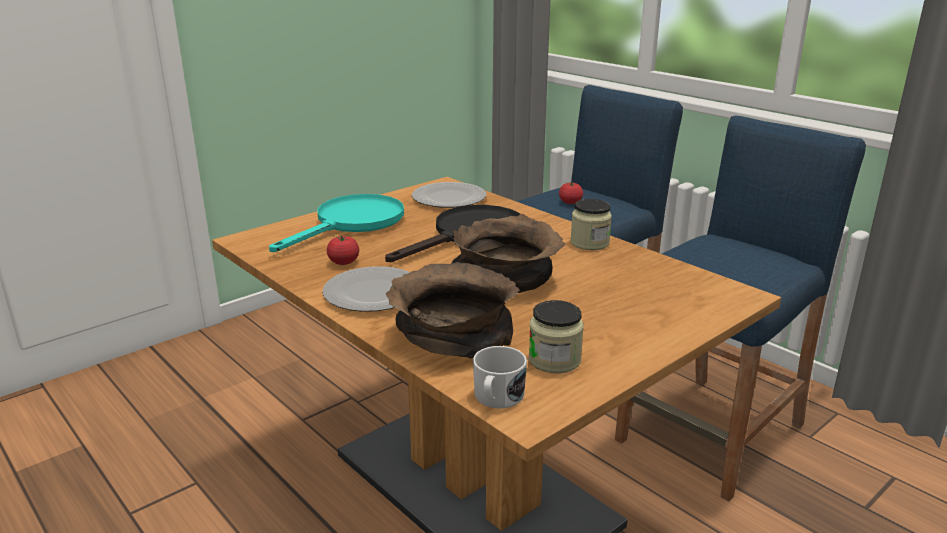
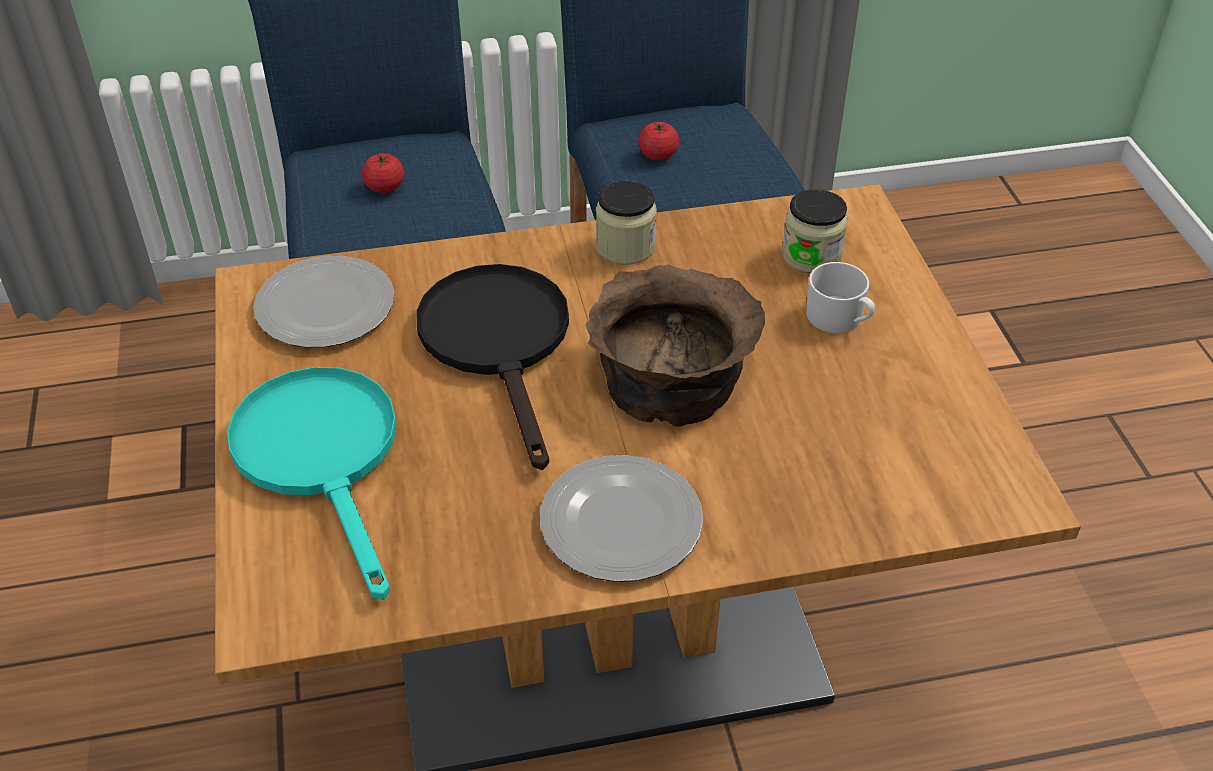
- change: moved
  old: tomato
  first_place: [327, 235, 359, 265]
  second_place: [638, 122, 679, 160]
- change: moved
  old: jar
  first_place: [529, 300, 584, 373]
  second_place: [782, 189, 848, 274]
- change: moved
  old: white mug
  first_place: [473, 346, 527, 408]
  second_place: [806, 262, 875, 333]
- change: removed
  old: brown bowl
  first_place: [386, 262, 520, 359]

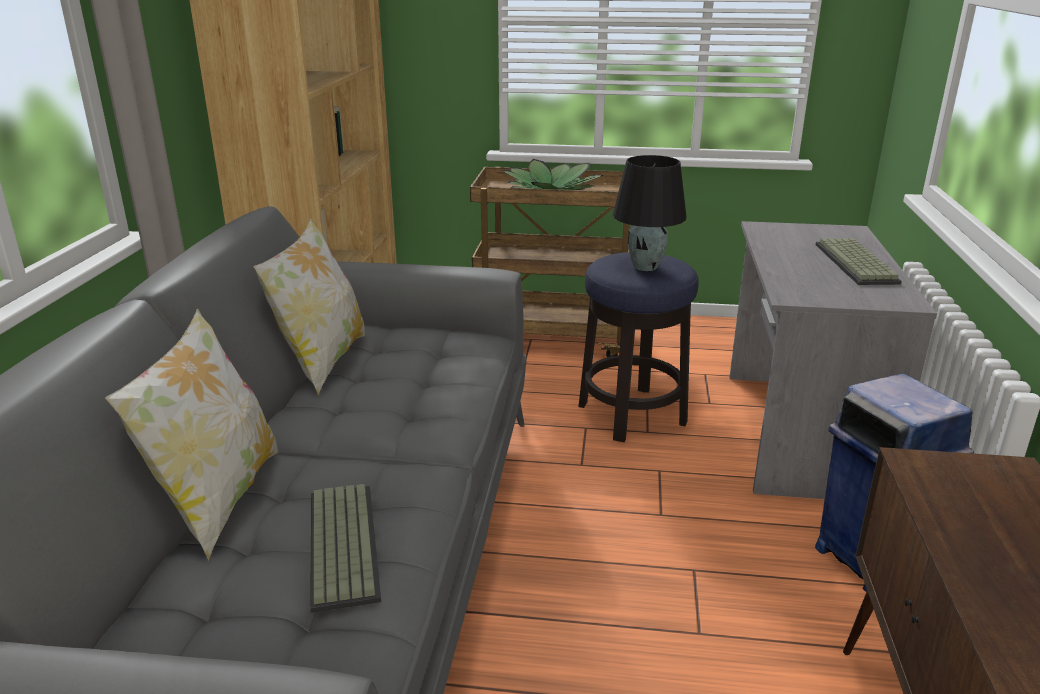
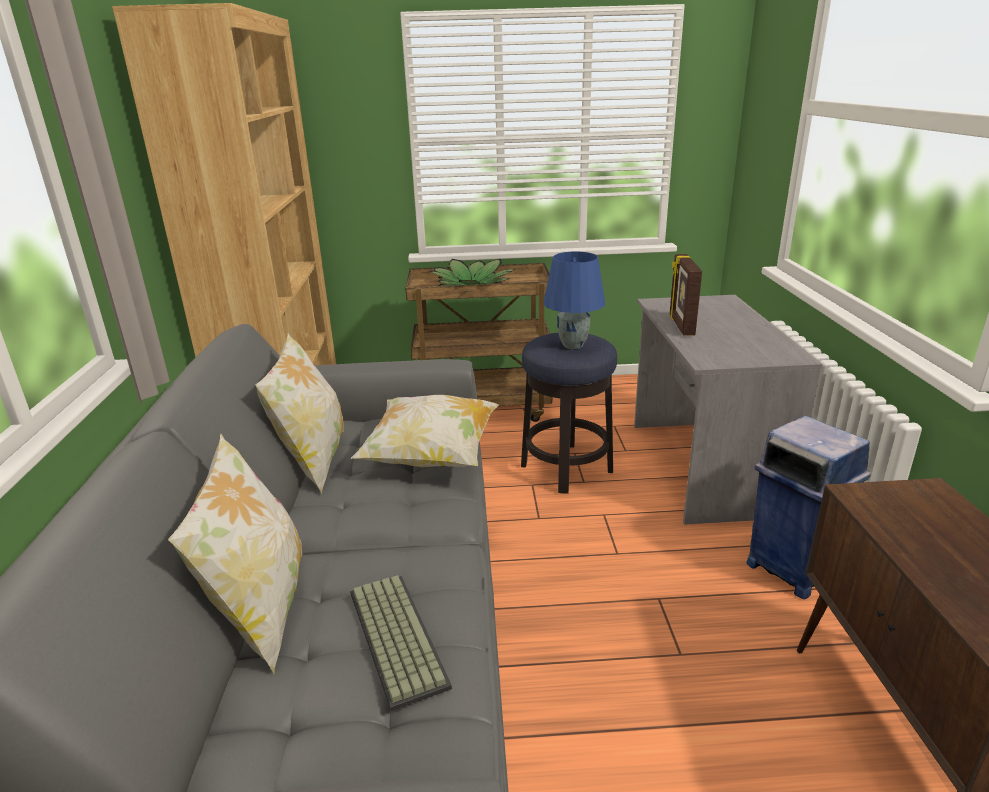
- change: added
  new: pillow
  second_place: [350, 395, 499, 467]
- change: recoloured
  old: black table lamp
  new: blue table lamp
  first_place: [613, 155, 686, 271]
  second_place: [544, 252, 605, 349]
- change: added
  new: picture frame
  second_place: [670, 254, 702, 336]
- change: removed
  old: keyboard
  first_place: [815, 238, 902, 285]

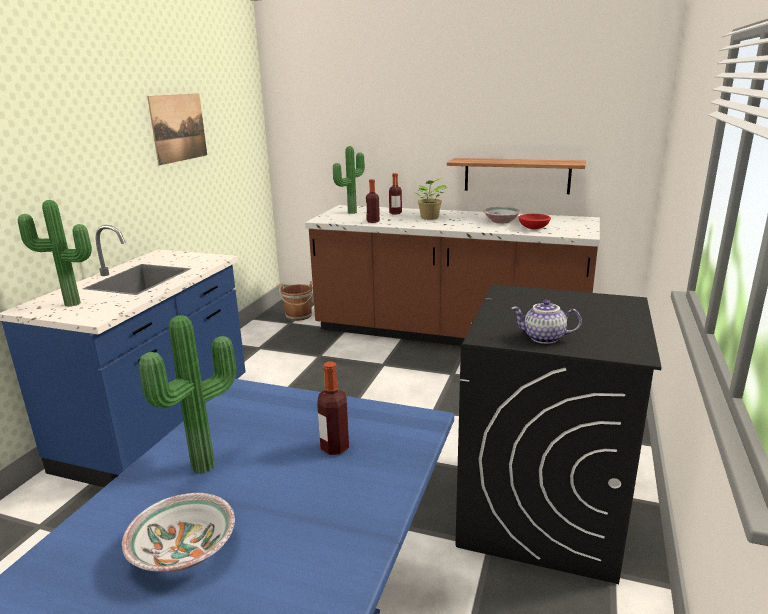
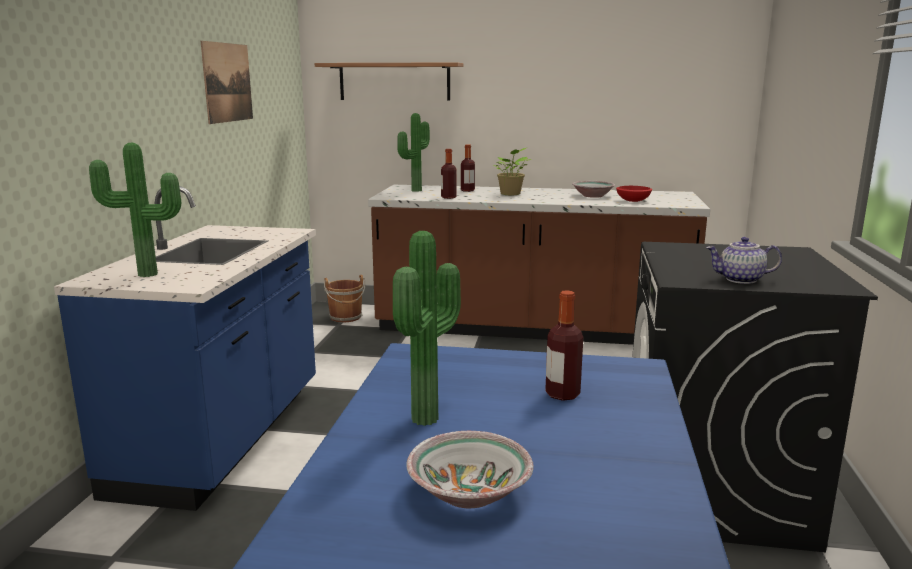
- change: moved
  old: shelf
  first_place: [447, 158, 586, 194]
  second_place: [314, 62, 464, 101]

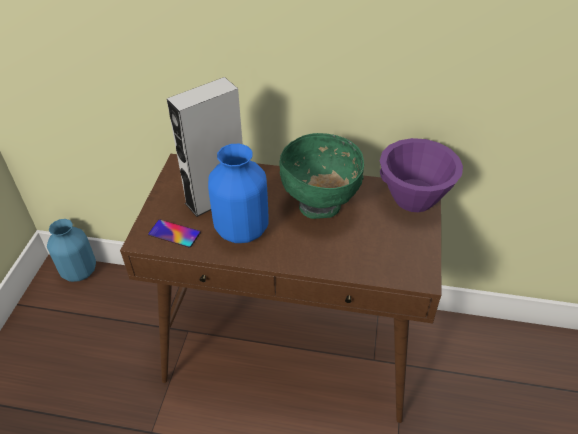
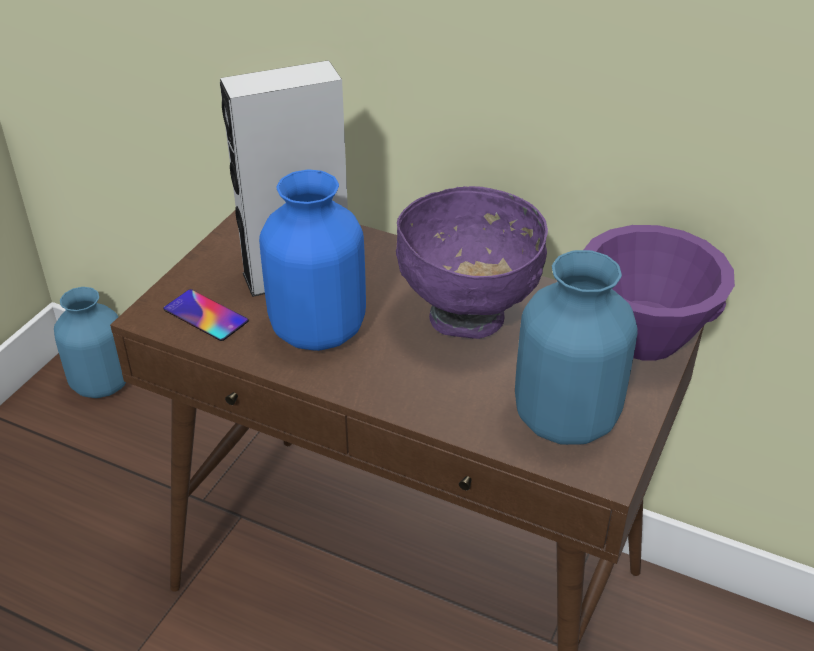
- change: recoloured
  old: green bowl
  new: purple bowl
  first_place: [279, 133, 364, 219]
  second_place: [396, 186, 548, 339]
- change: added
  new: blue vase
  second_place: [515, 250, 638, 445]

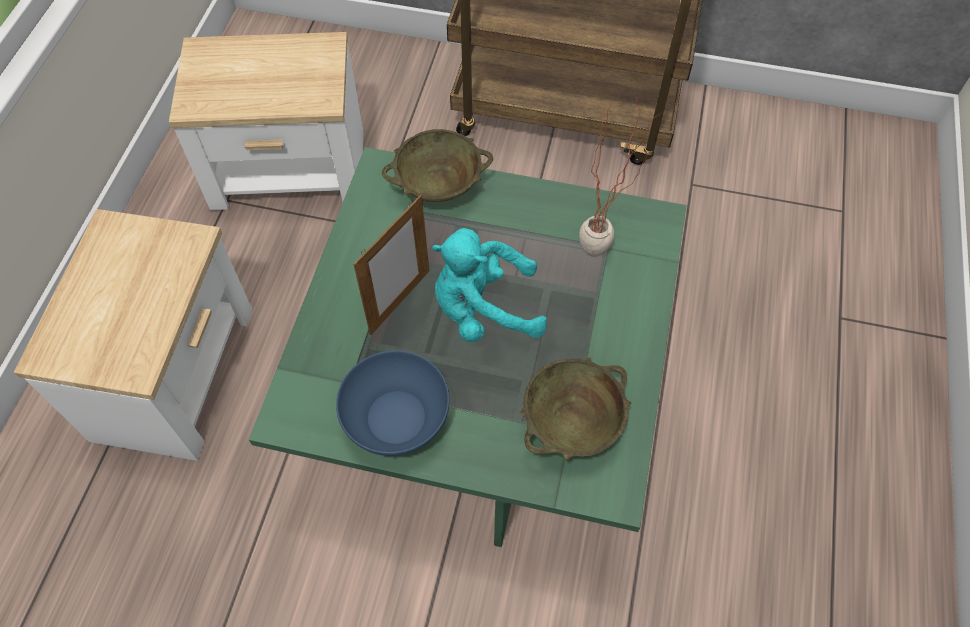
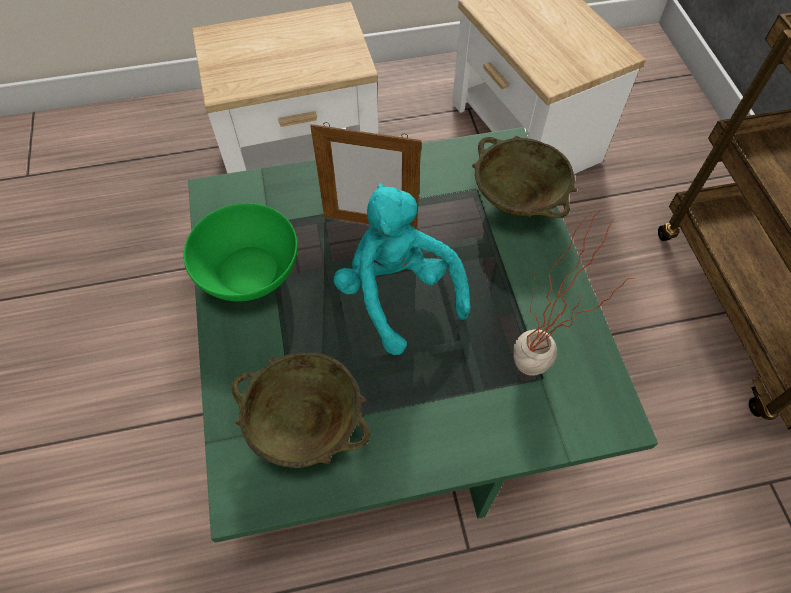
- change: recoloured
  old: blue bowl
  new: green bowl
  first_place: [336, 350, 450, 456]
  second_place: [183, 203, 298, 301]

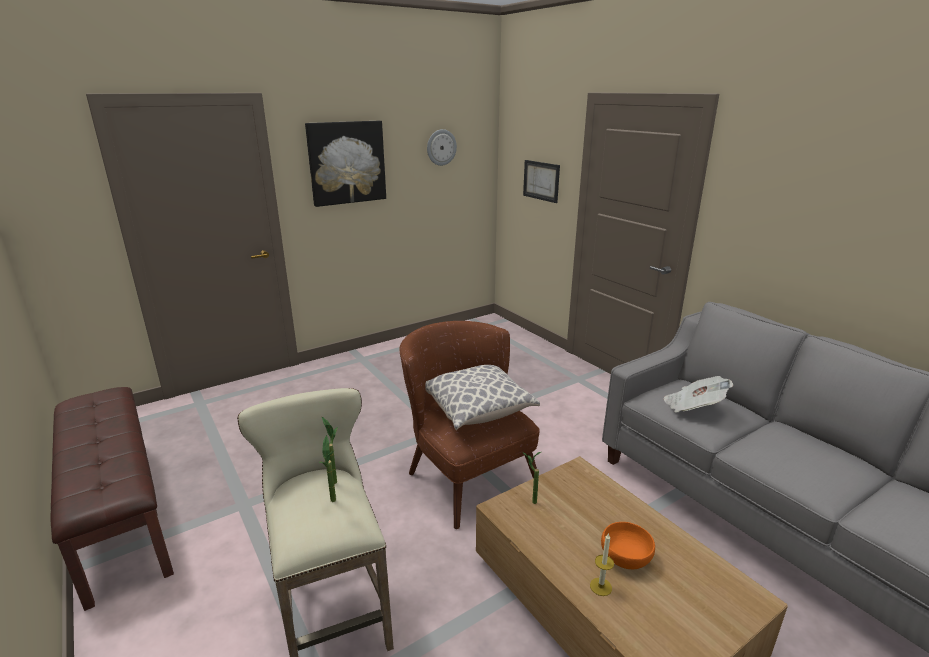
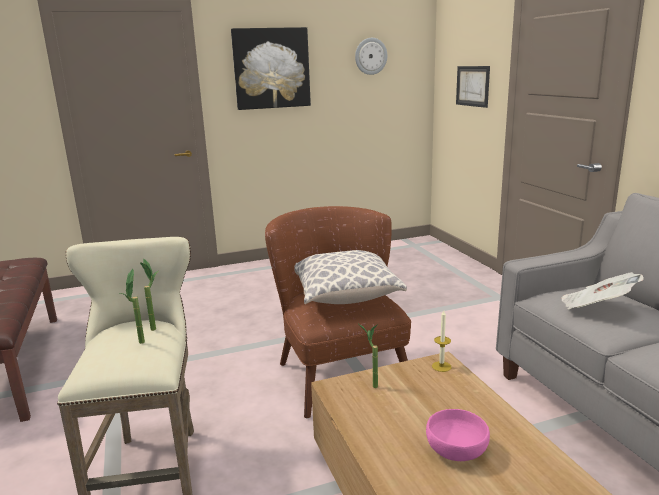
- change: recoloured
  old: orange bowl
  new: pink bowl
  first_place: [601, 522, 655, 569]
  second_place: [426, 409, 490, 461]
- change: moved
  old: candle
  first_place: [590, 533, 614, 596]
  second_place: [432, 310, 452, 372]

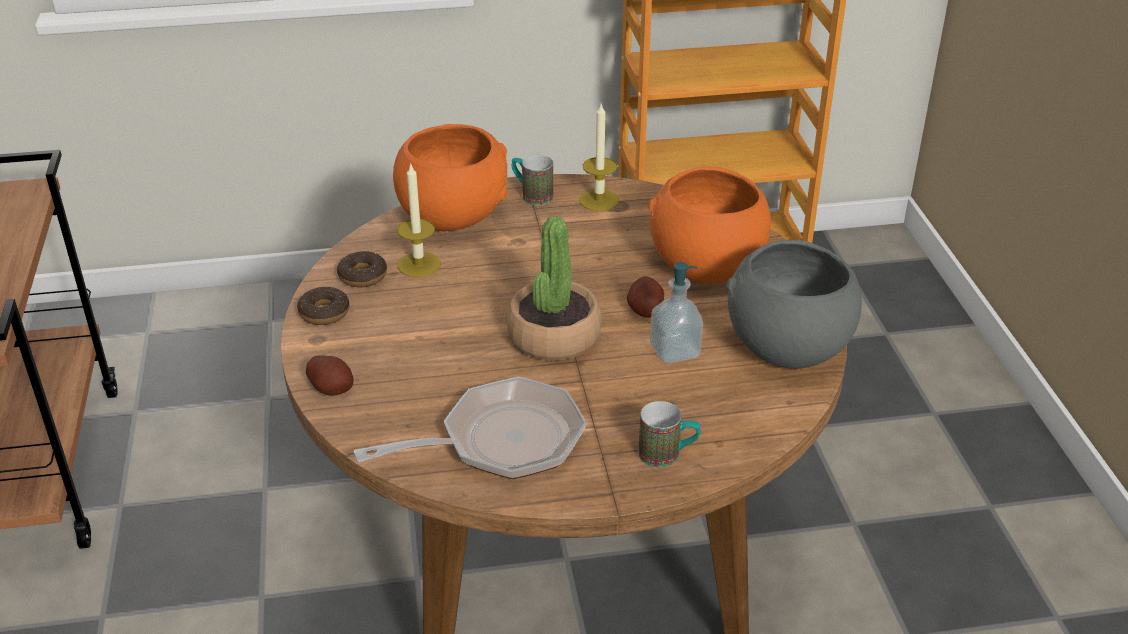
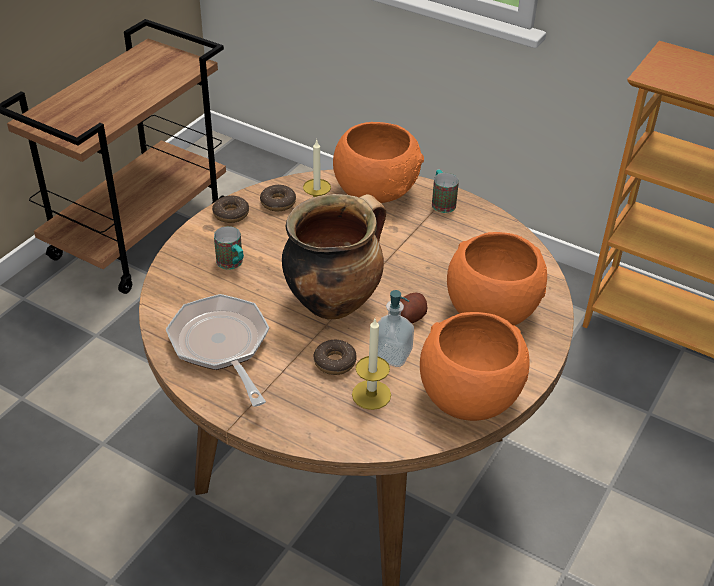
- change: turned
  old: frying pan
  first_place: [353, 376, 587, 479]
  second_place: [166, 294, 269, 407]
  degrees: -135
- change: moved
  old: mug
  first_place: [639, 401, 701, 468]
  second_place: [214, 226, 244, 270]
- change: replaced
  old: potted plant
  new: cooking pot
  first_place: [507, 216, 602, 360]
  second_place: [282, 194, 386, 319]
- change: added
  new: donut
  second_place: [314, 340, 356, 375]
- change: moved
  old: candle
  first_place: [579, 102, 620, 211]
  second_place: [352, 319, 391, 410]
- change: recoloured
  old: grey bowl
  new: orange bowl
  first_place: [726, 240, 862, 369]
  second_place: [420, 312, 530, 421]
- change: removed
  old: potato
  first_place: [306, 355, 353, 396]

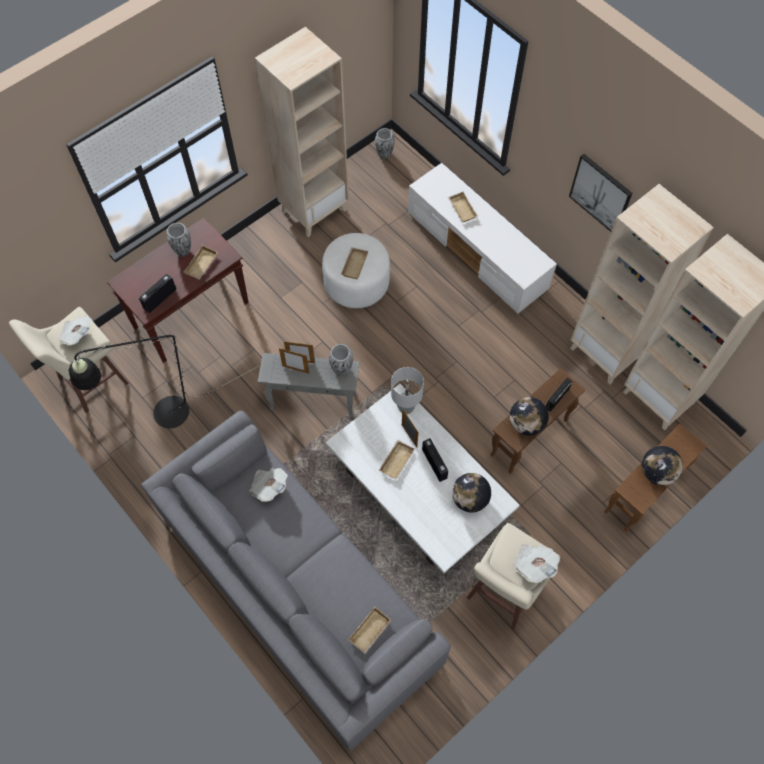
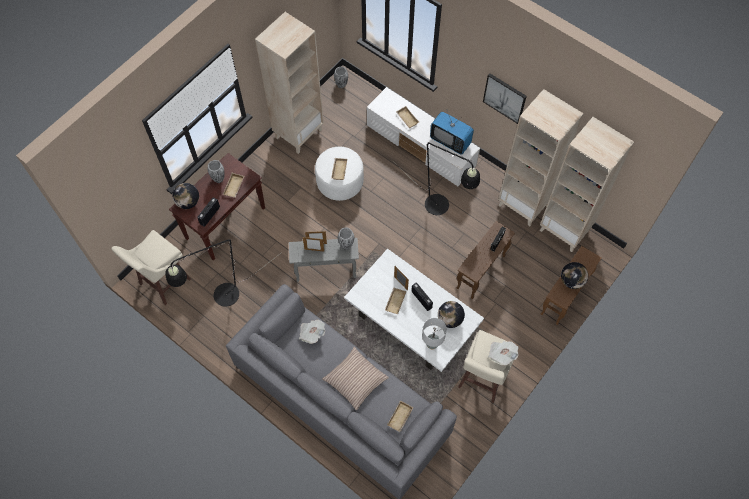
- change: moved
  old: globe
  first_place: [510, 397, 549, 436]
  second_place: [172, 183, 199, 209]
- change: added
  new: pillow
  second_place: [322, 347, 389, 411]
- change: added
  new: black floor lamp
  second_place: [393, 142, 480, 215]
- change: moved
  old: grey table lamp
  first_place: [391, 367, 424, 414]
  second_place: [422, 318, 447, 349]
- change: added
  new: television
  second_place: [430, 111, 474, 154]
- change: removed
  old: newspaper
  first_place: [58, 315, 92, 345]

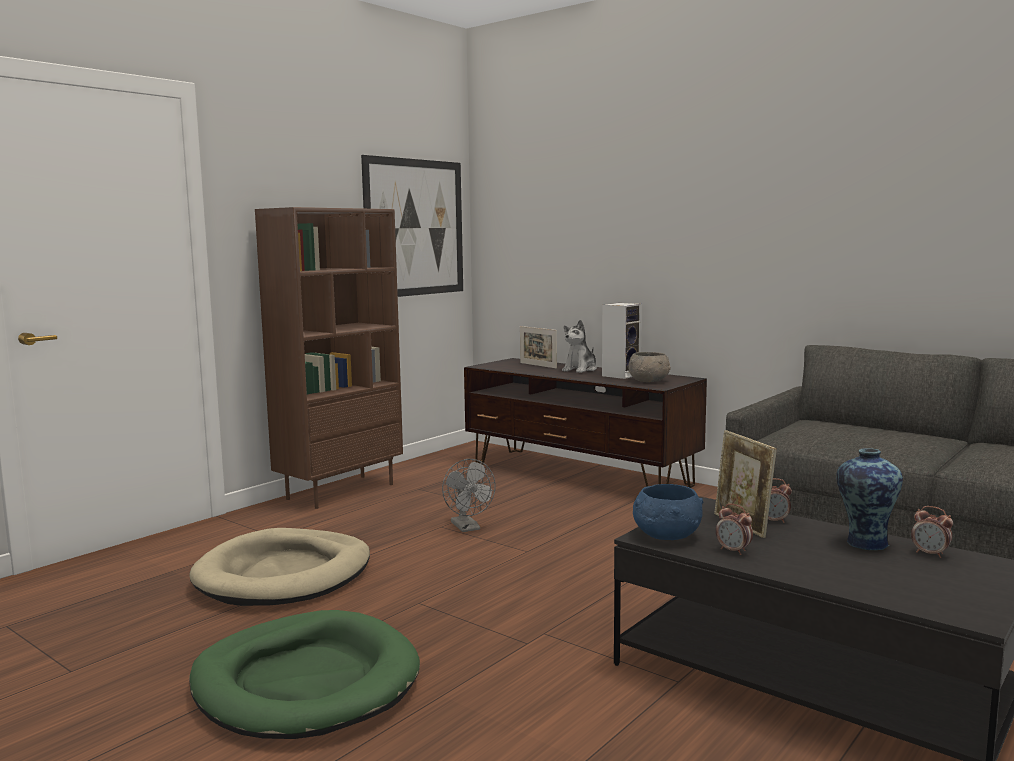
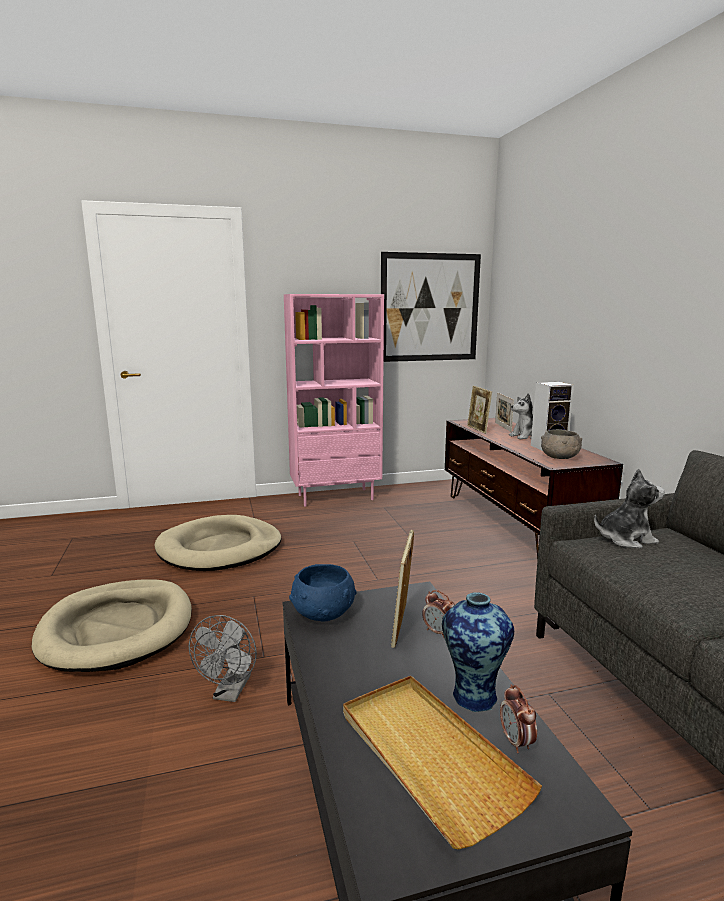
- change: recoloured
  old: green dog bed
  new: beige dog bed
  first_place: [189, 610, 420, 739]
  second_place: [32, 580, 192, 672]
- change: moved
  old: grey fan
  first_place: [442, 459, 495, 532]
  second_place: [189, 615, 257, 702]
- change: recoloured
  old: brown bookcase
  new: pink bookcase
  first_place: [255, 207, 403, 509]
  second_place: [284, 294, 384, 507]
- change: added
  new: beige tray
  second_place: [343, 676, 542, 849]
- change: added
  new: picture frame
  second_place: [467, 386, 492, 434]
- change: added
  new: plush toy
  second_place: [594, 469, 665, 548]
- change: removed
  old: alarm clock
  first_place: [716, 504, 753, 555]

